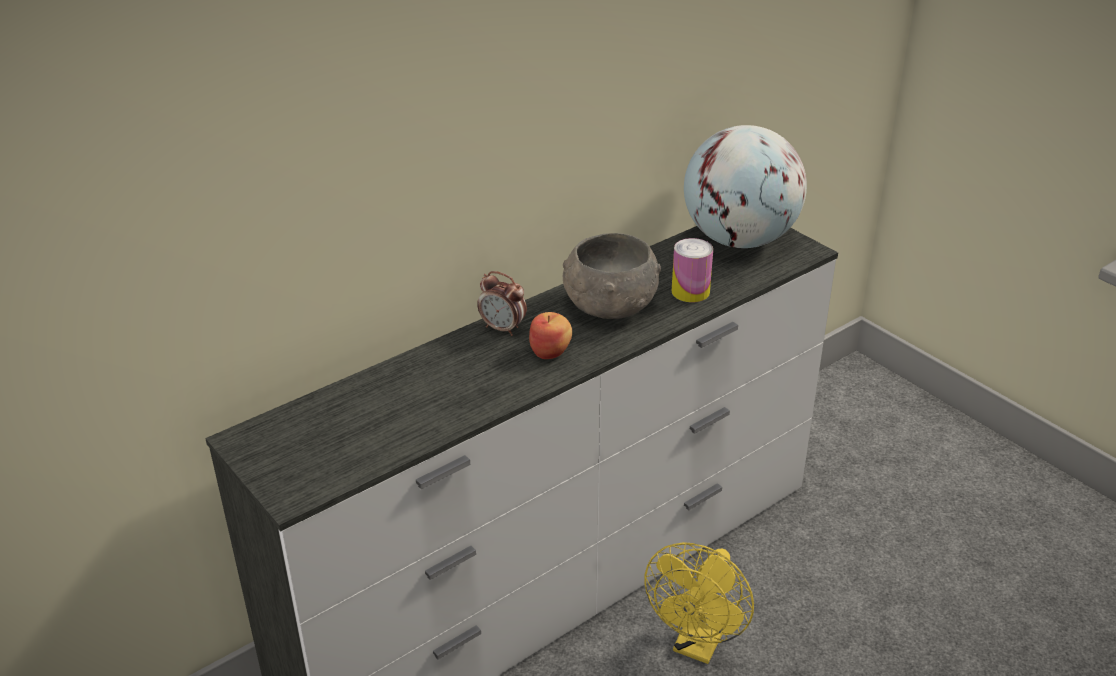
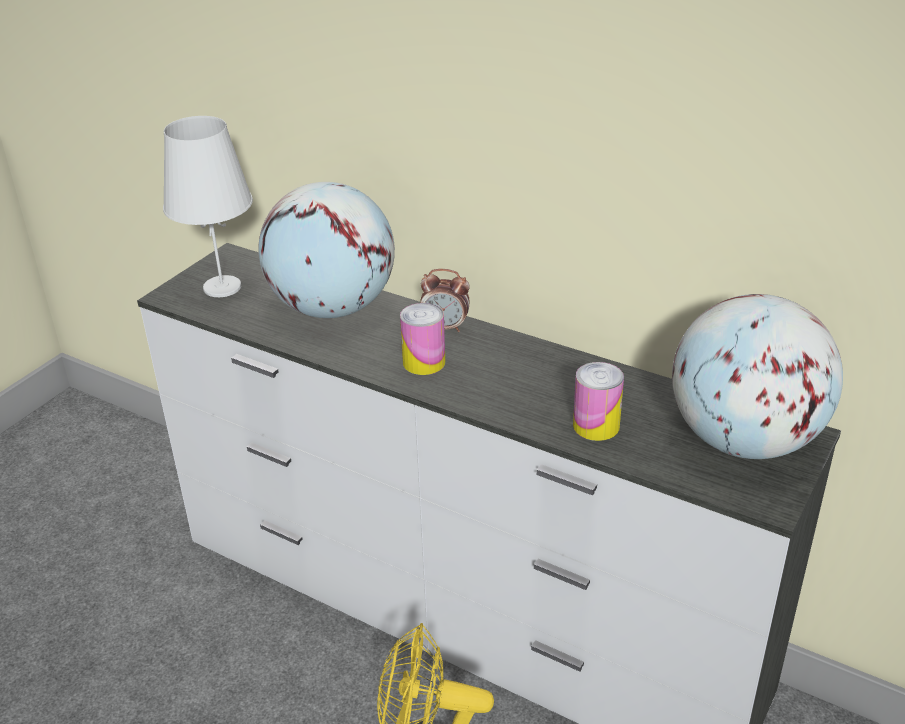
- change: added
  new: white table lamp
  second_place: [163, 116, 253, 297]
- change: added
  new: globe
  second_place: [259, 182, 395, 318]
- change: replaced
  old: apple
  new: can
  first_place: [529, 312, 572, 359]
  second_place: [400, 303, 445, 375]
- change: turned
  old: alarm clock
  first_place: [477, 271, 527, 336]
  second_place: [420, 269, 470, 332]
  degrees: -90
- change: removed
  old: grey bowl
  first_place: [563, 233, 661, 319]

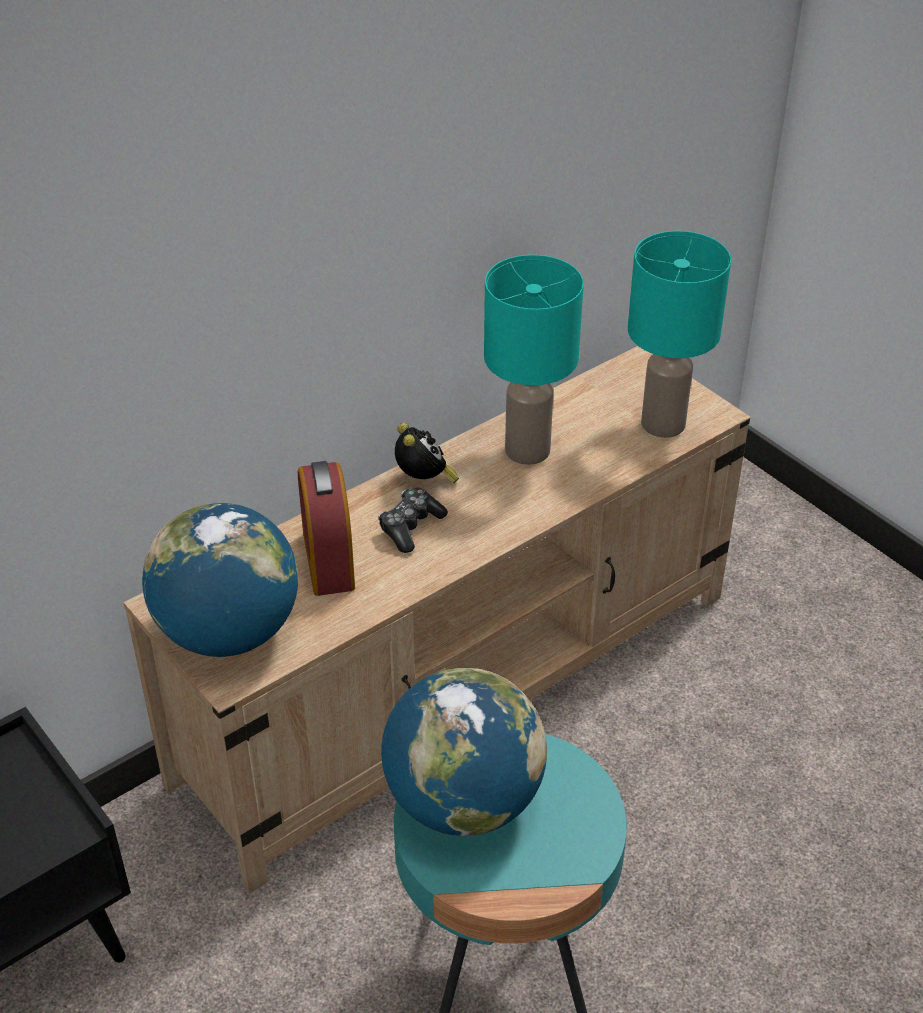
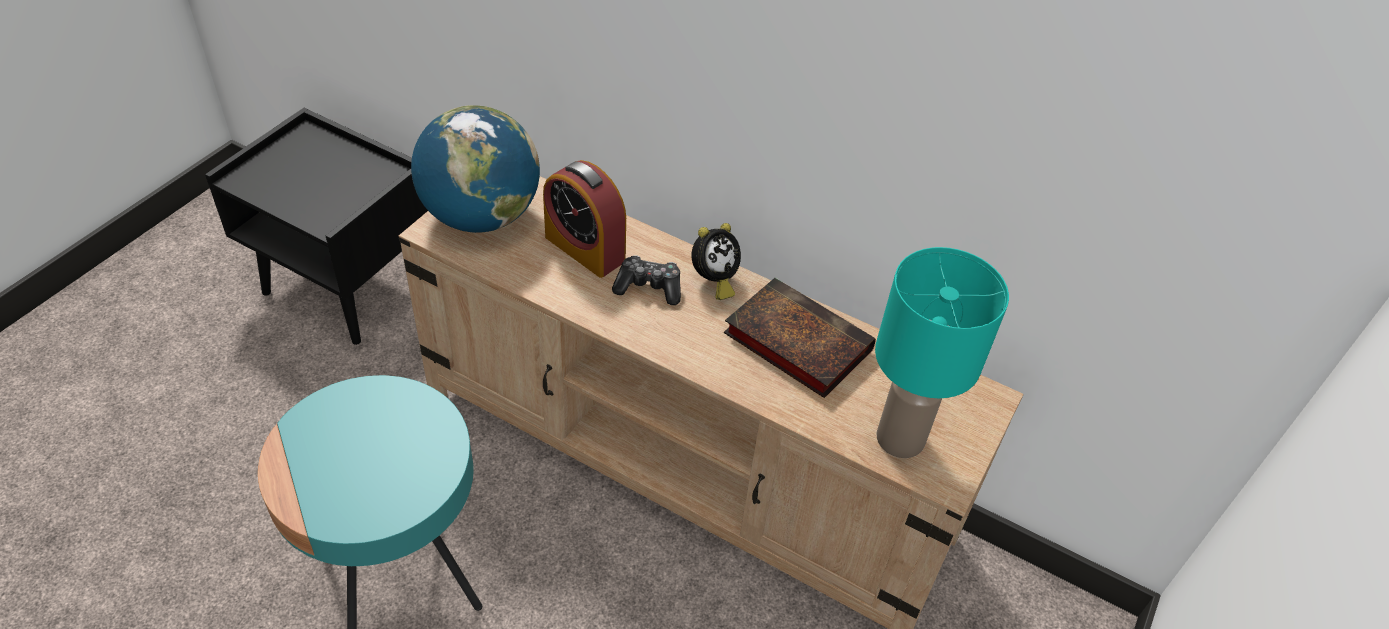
- change: turned
  old: alarm clock
  first_place: [298, 461, 355, 596]
  second_place: [543, 160, 626, 278]
  degrees: -105
- change: replaced
  old: turquoise table lamp
  new: book
  first_place: [484, 255, 583, 465]
  second_place: [724, 278, 876, 398]
- change: removed
  old: globe
  first_place: [381, 668, 547, 836]

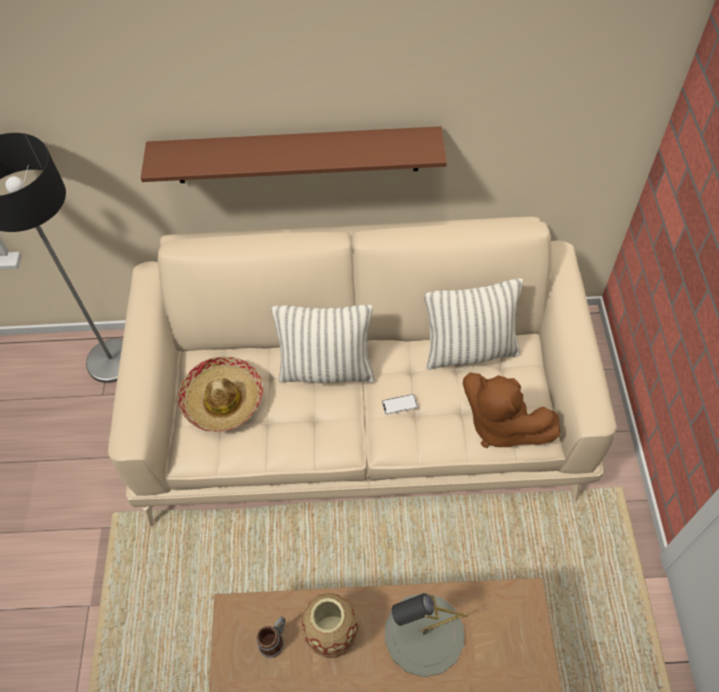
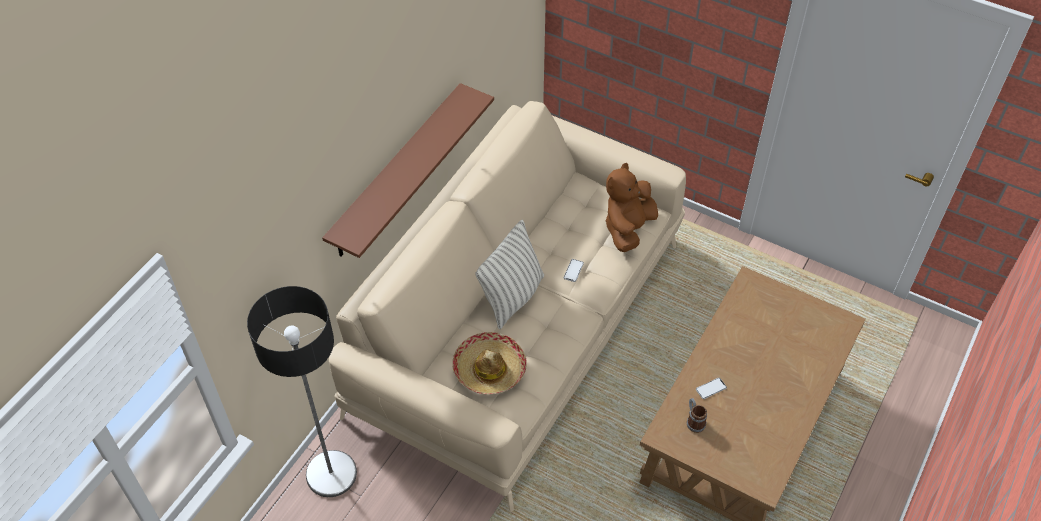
- change: turned
  old: brown plush toy
  first_place: [463, 373, 561, 448]
  second_place: [606, 163, 658, 252]
  degrees: 135
- change: replaced
  old: vase
  new: phone
  first_place: [301, 593, 358, 658]
  second_place: [696, 378, 727, 399]
- change: removed
  old: grey table lamp
  first_place: [385, 593, 468, 677]
- change: removed
  old: pillow
  first_place: [424, 278, 523, 370]

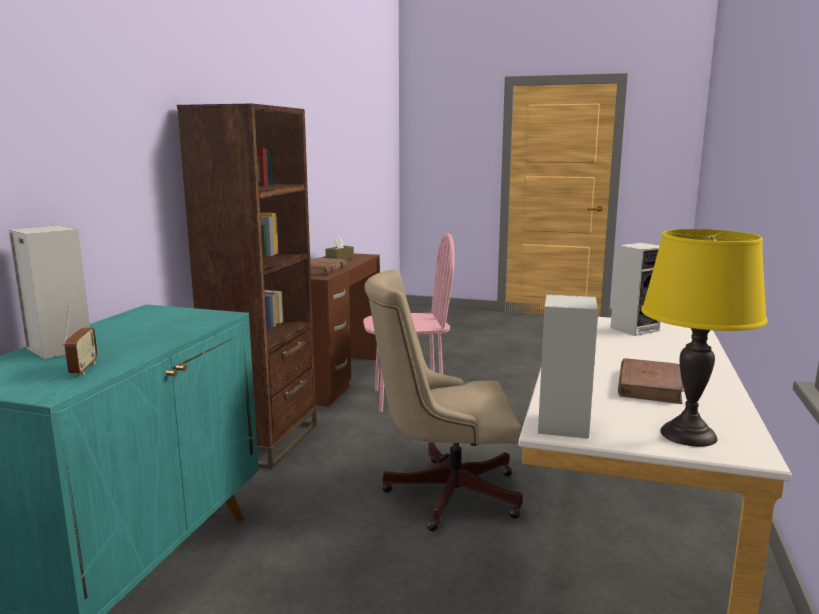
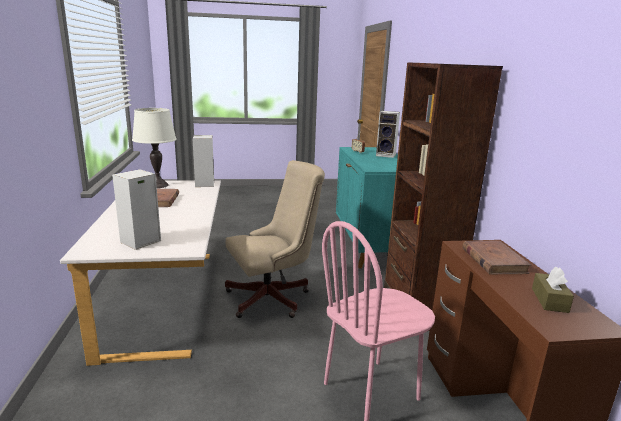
- change: recoloured
  old: yellow table lamp
  new: white table lamp
  first_place: [641, 229, 768, 447]
  second_place: [132, 108, 177, 188]

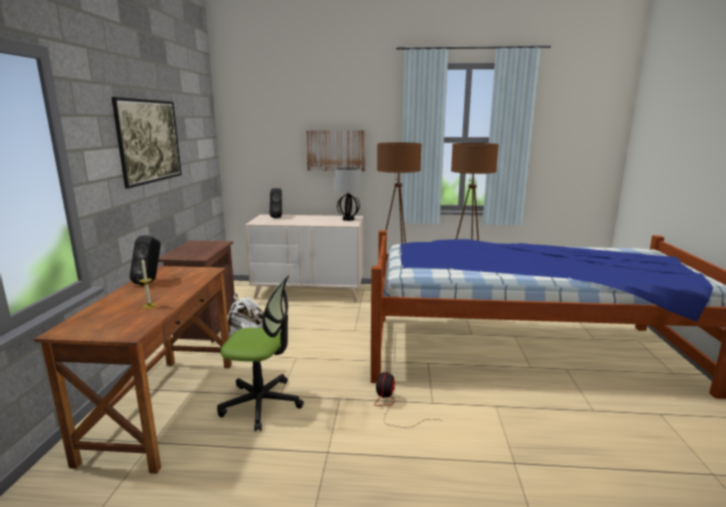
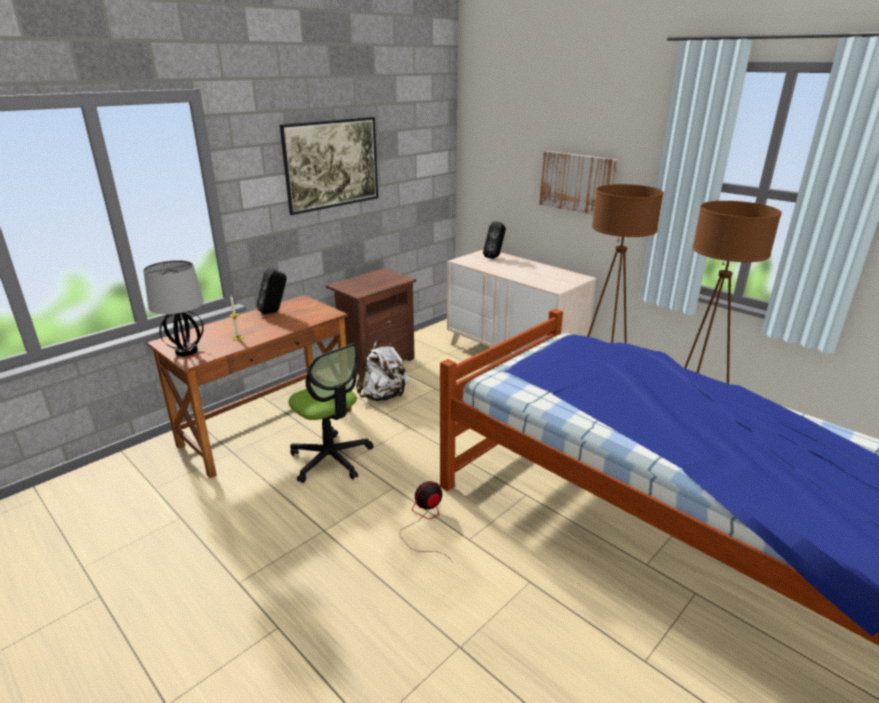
- change: moved
  old: table lamp
  first_place: [334, 167, 363, 221]
  second_place: [143, 260, 204, 356]

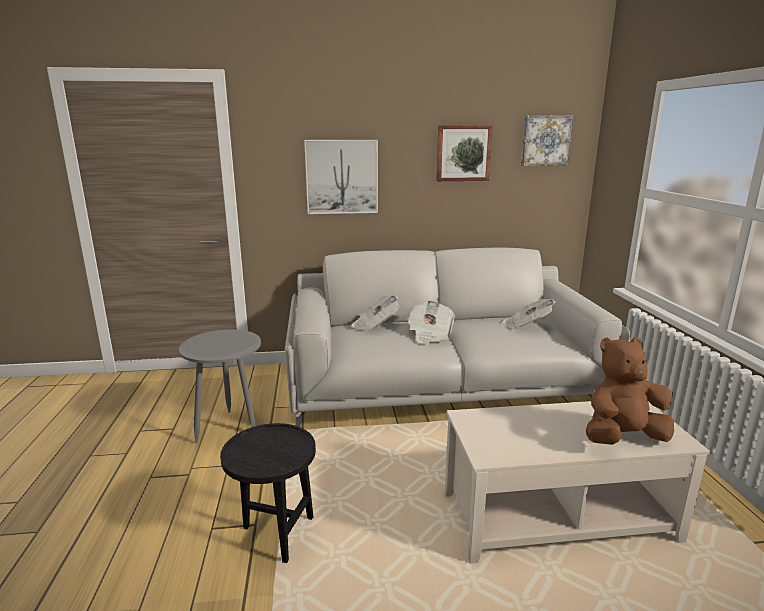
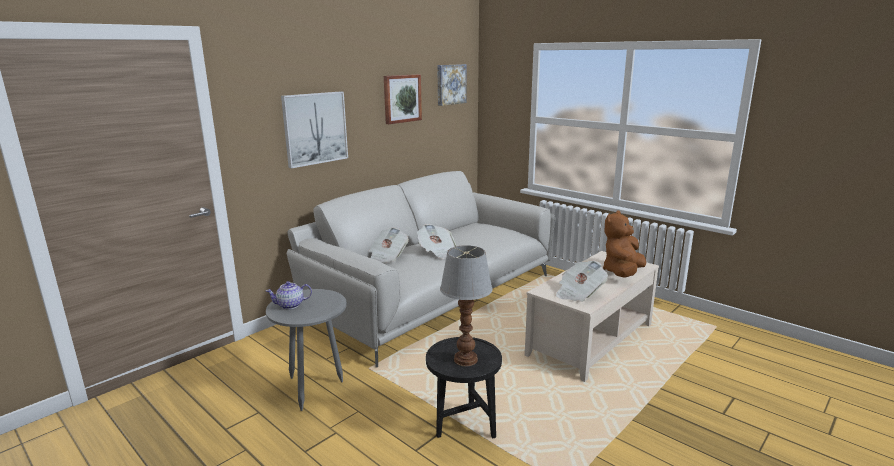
- change: added
  new: teapot
  second_place: [266, 281, 312, 309]
- change: added
  new: table lamp
  second_place: [440, 245, 493, 367]
- change: moved
  old: newspaper
  first_place: [503, 299, 556, 329]
  second_place: [556, 261, 608, 302]

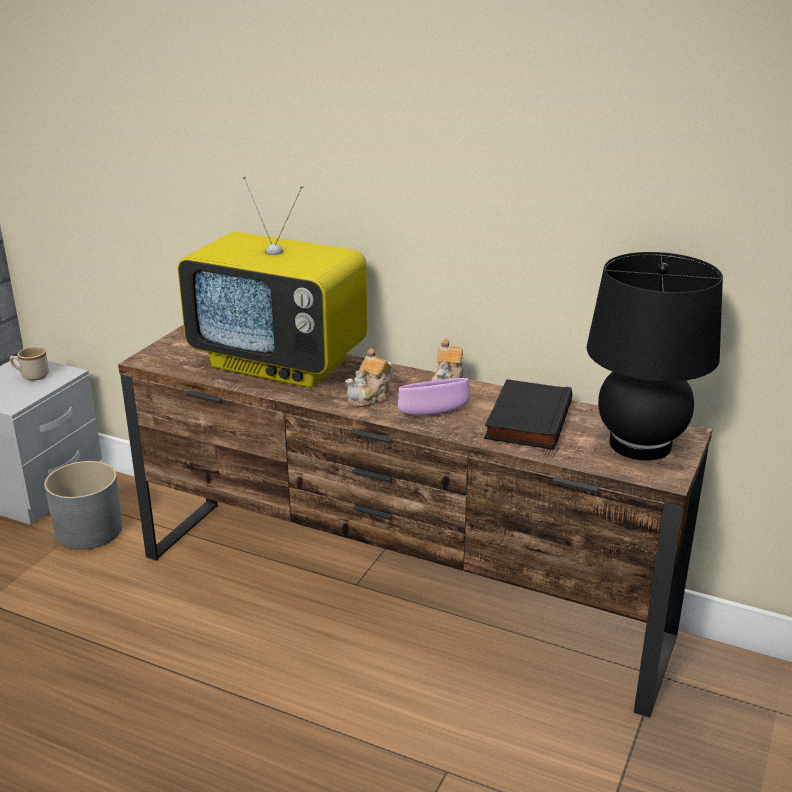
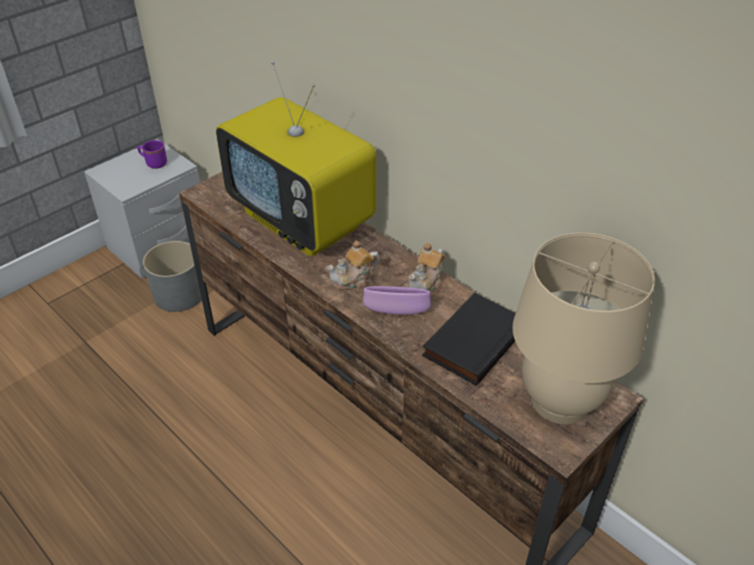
- change: recoloured
  old: beige mug
  new: purple mug
  first_place: [10, 347, 49, 381]
  second_place: [137, 140, 167, 169]
- change: recoloured
  old: black table lamp
  new: beige table lamp
  first_place: [587, 252, 723, 461]
  second_place: [513, 233, 655, 424]

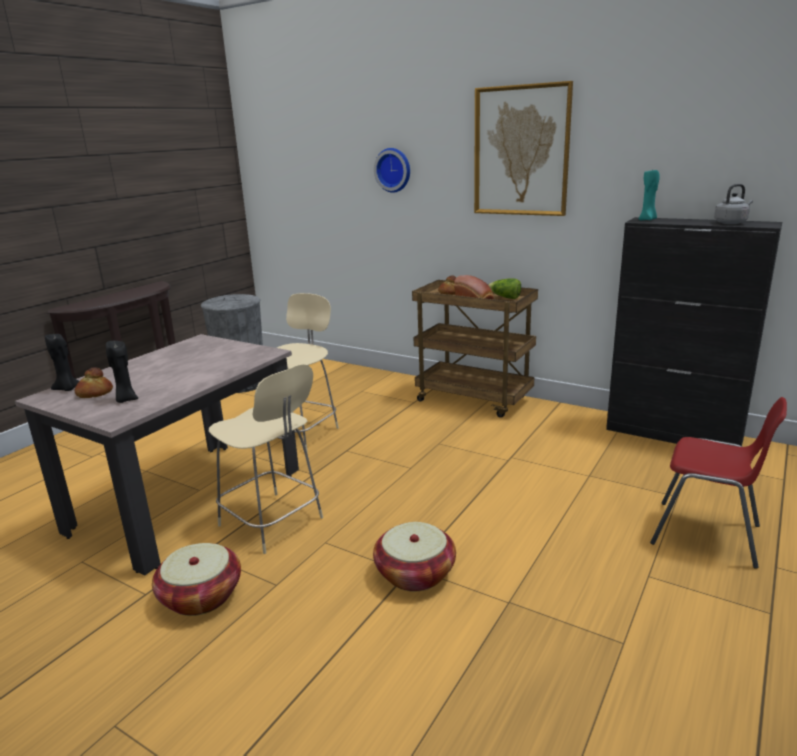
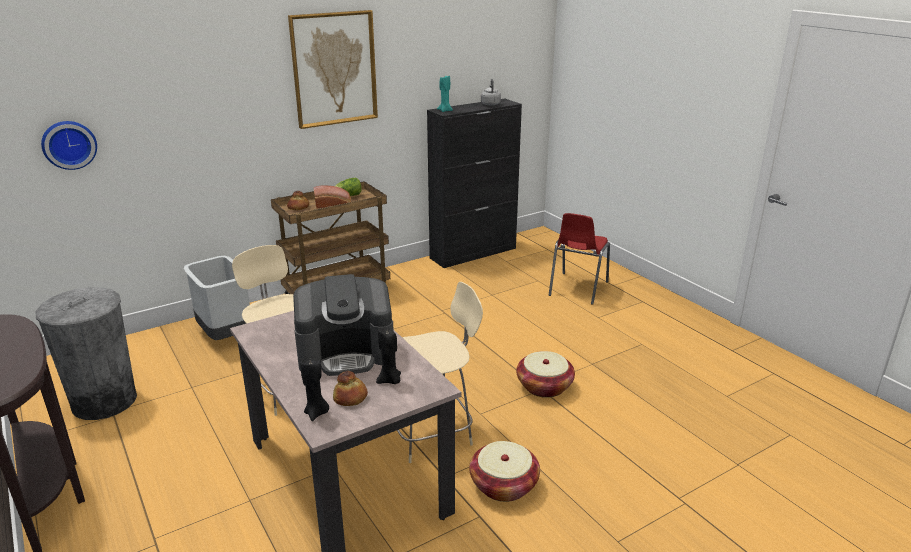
- change: moved
  old: wall clock
  first_place: [374, 148, 410, 193]
  second_place: [41, 121, 97, 170]
- change: added
  new: grey trash can
  second_place: [184, 256, 250, 340]
- change: added
  new: coffee machine
  second_place: [293, 274, 394, 376]
- change: turned
  old: red chair
  first_place: [650, 397, 787, 569]
  second_place: [549, 213, 610, 305]
  degrees: 150

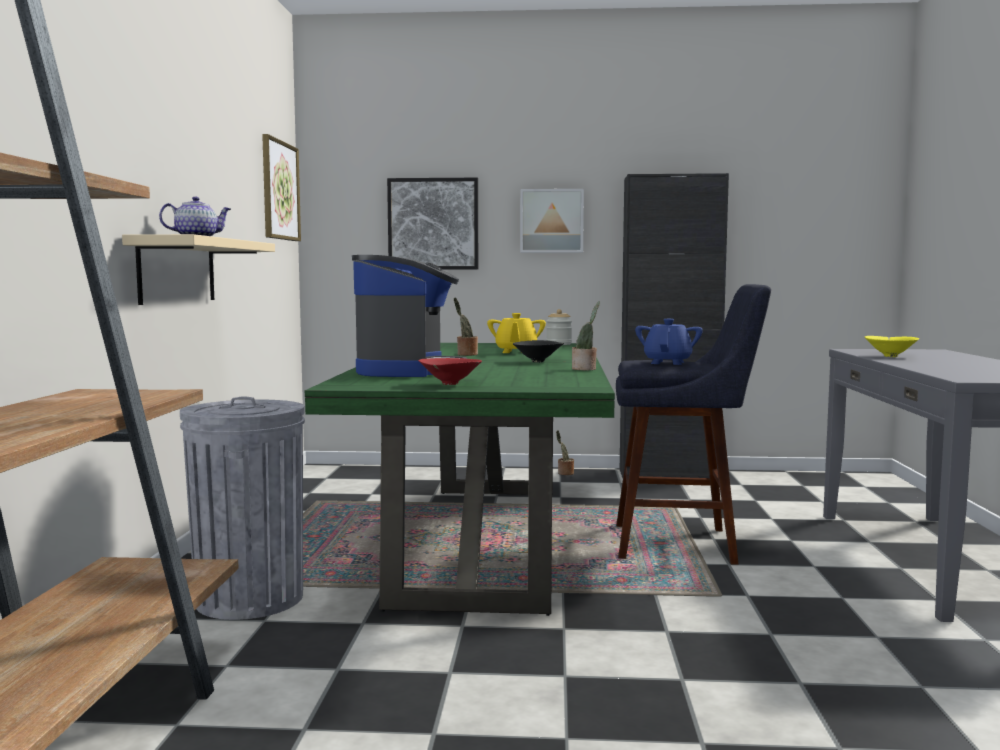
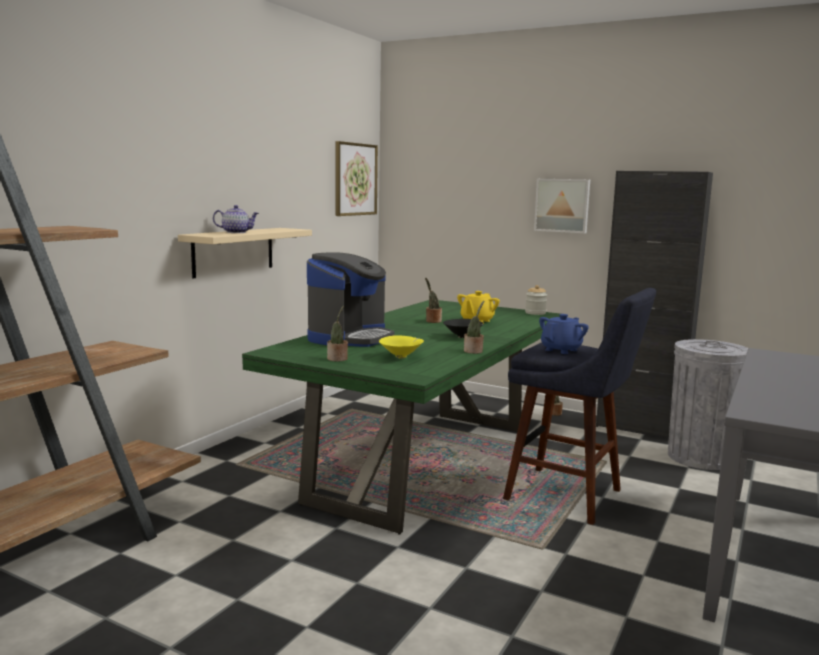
- change: replaced
  old: red bowl
  new: potted plant
  first_place: [418, 358, 482, 385]
  second_place: [327, 305, 348, 361]
- change: moved
  old: yellow bowl
  first_place: [865, 336, 919, 357]
  second_place: [379, 335, 424, 358]
- change: moved
  old: grey trash can
  first_place: [180, 396, 305, 620]
  second_place: [668, 339, 748, 470]
- change: removed
  old: picture
  first_place: [387, 178, 478, 270]

